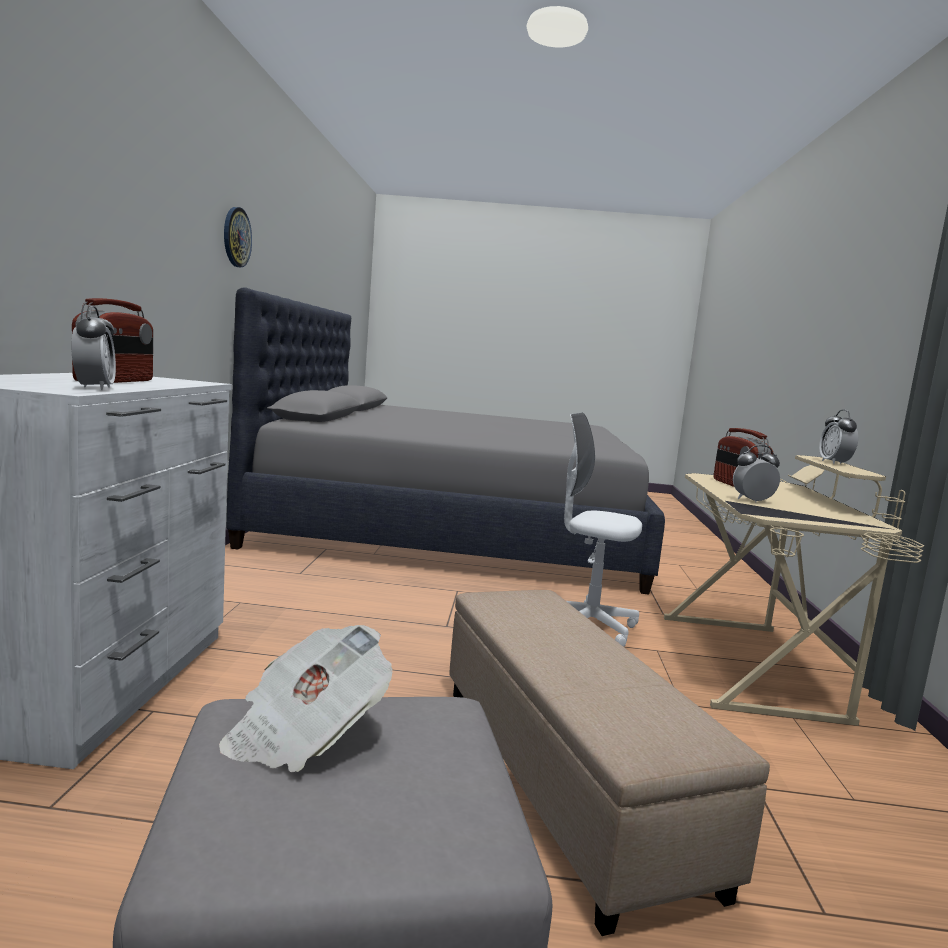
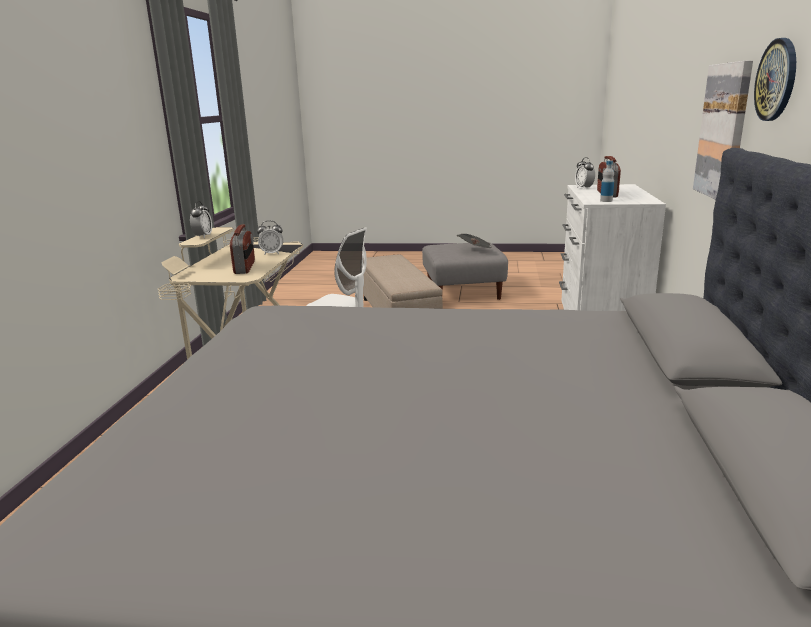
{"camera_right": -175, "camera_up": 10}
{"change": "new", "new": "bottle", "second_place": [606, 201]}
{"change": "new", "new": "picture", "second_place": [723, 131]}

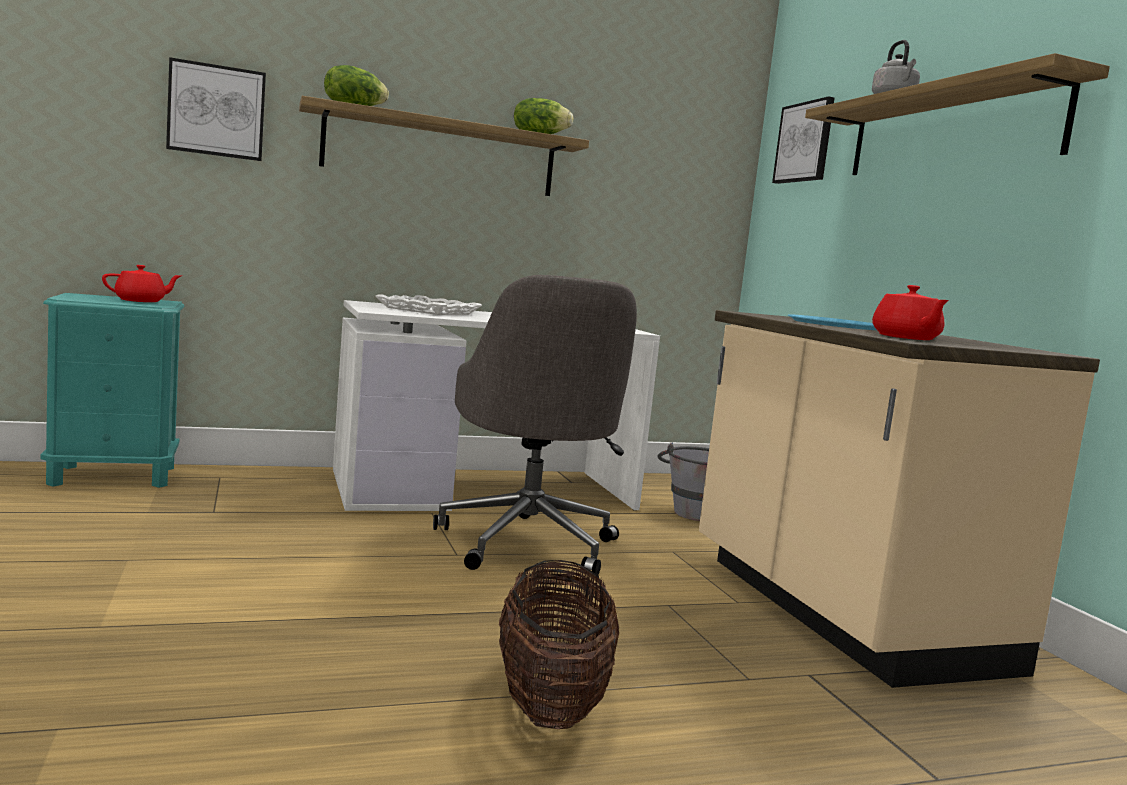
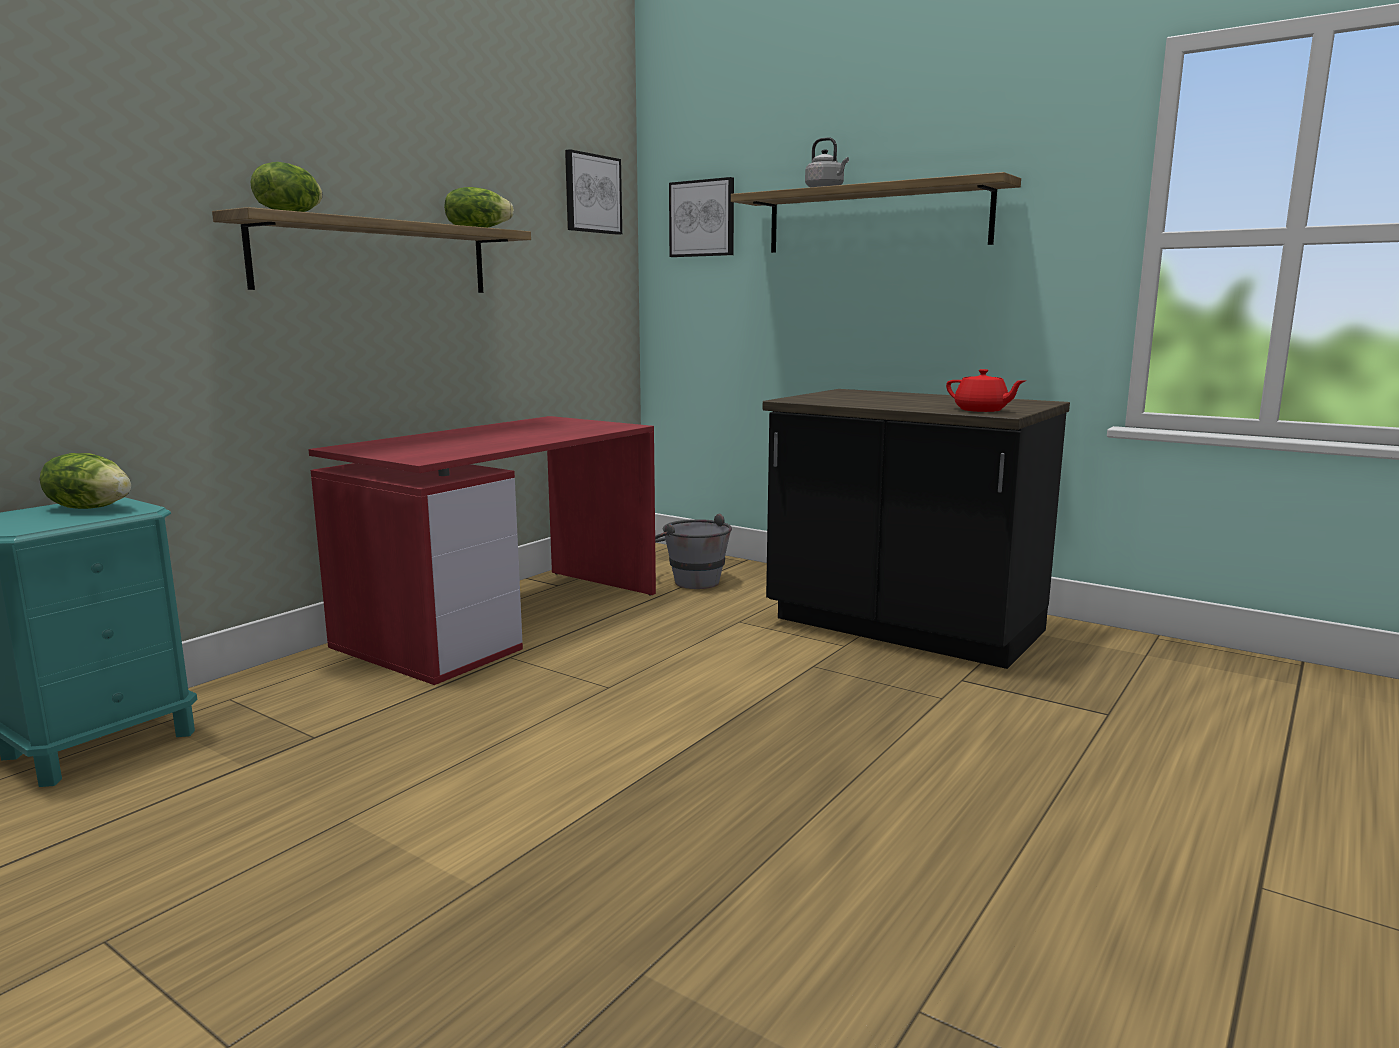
{"camera_right": -35, "camera_up": 5}
{"change": "swapped", "old": "red teapot", "new": "lettuce", "first_place": [141, 301], "second_place": [91, 508]}
{"change": "repainted", "old": "white desk", "new": "red desk", "first_place": [484, 489], "second_place": [505, 618]}
{"change": "shifted", "old": "picture", "first_place": [216, 111], "second_place": [592, 194]}
{"change": "repainted", "old": "beige counter", "new": "black counter", "first_place": [839, 612], "second_place": [903, 628]}
{"change": "gone", "old": "white tray", "first_place": [429, 311]}
{"change": "gone", "old": "grey office chair", "first_place": [528, 545]}
{"change": "gone", "old": "basket", "first_place": [551, 702]}
{"change": "gone", "old": "blue plate", "first_place": [836, 325]}

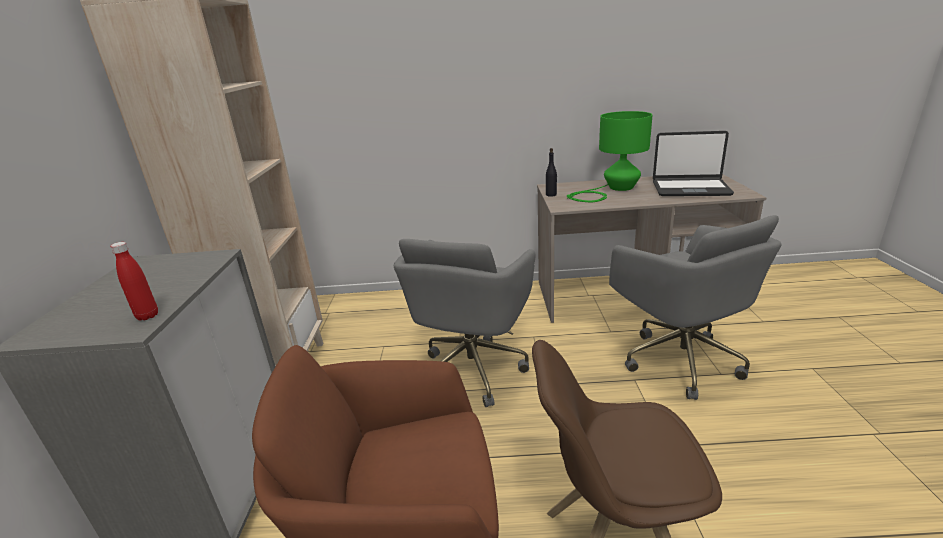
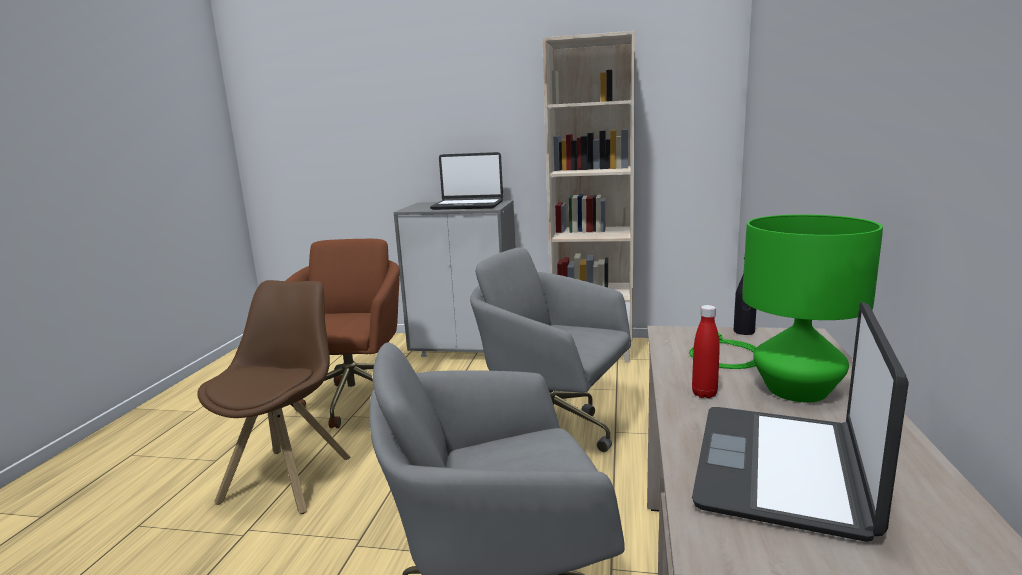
{"camera_right": 100, "camera_up": -10}
{"change": "new", "new": "laptop", "second_place": [467, 205]}
{"change": "shifted", "old": "red bottle", "first_place": [147, 316], "second_place": [704, 394]}

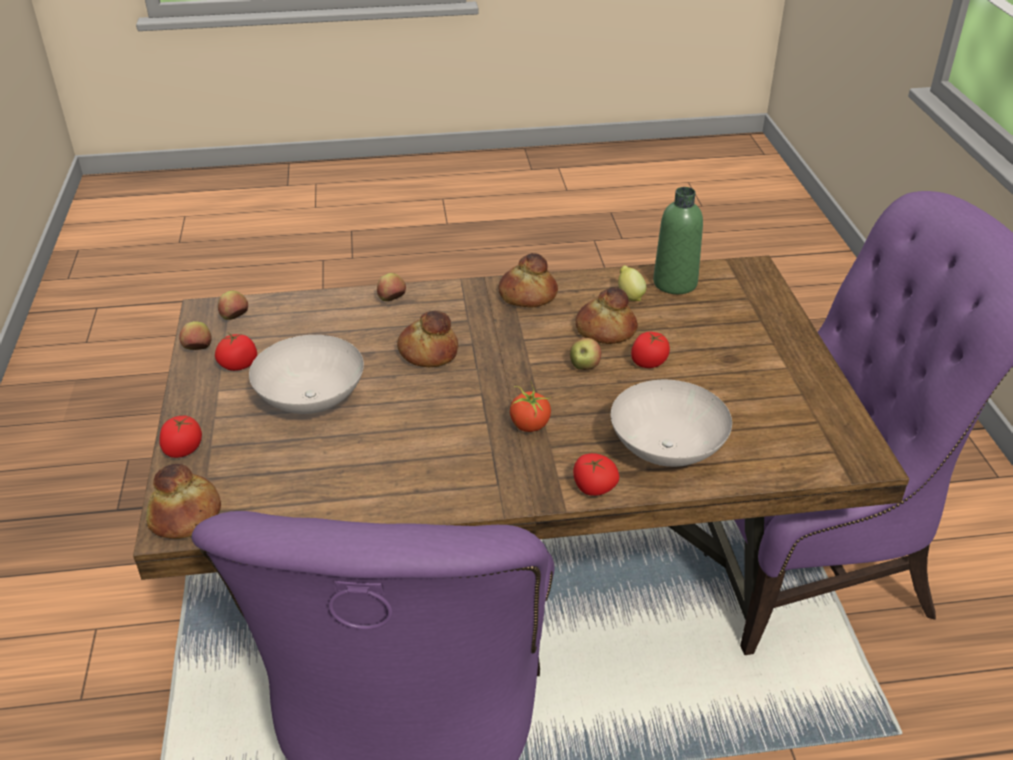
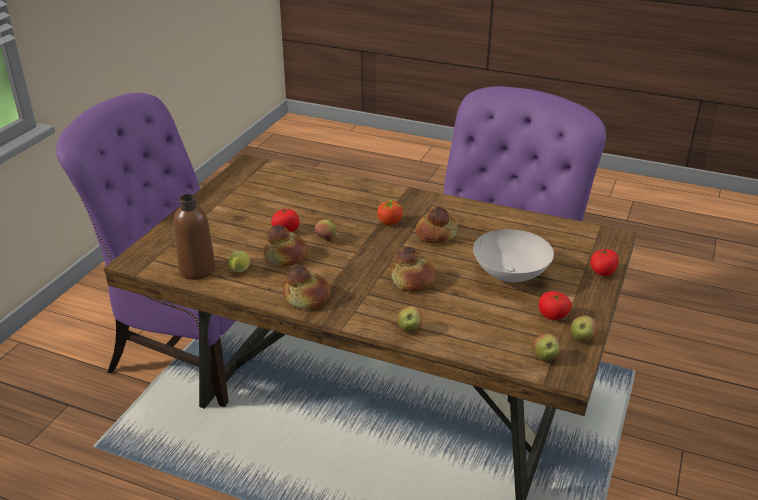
{"camera_right": -150, "camera_up": -5}
{"change": "repainted", "old": "green bottle", "new": "brown bottle", "first_place": [675, 283], "second_place": [197, 270]}
{"change": "shifted", "old": "bread", "first_place": [187, 516], "second_place": [435, 234]}
{"change": "gone", "old": "tomato", "first_place": [593, 488]}
{"change": "gone", "old": "white bowl", "first_place": [669, 451]}

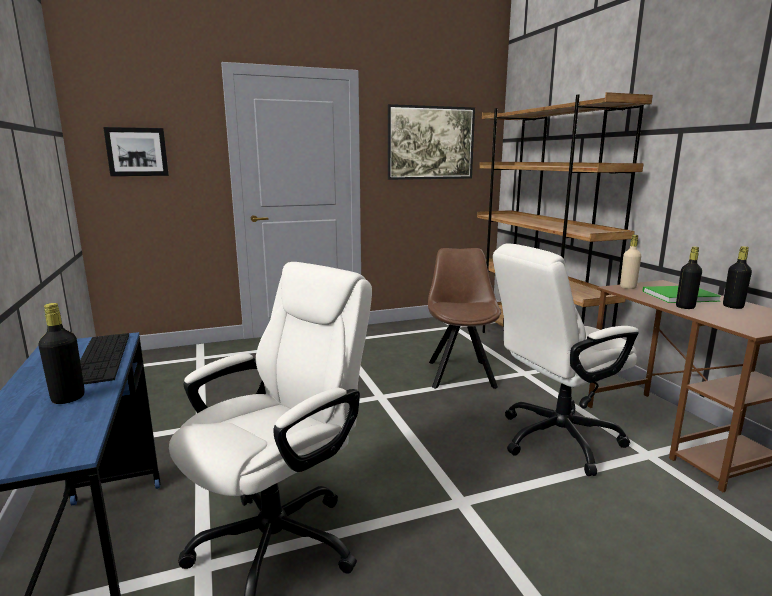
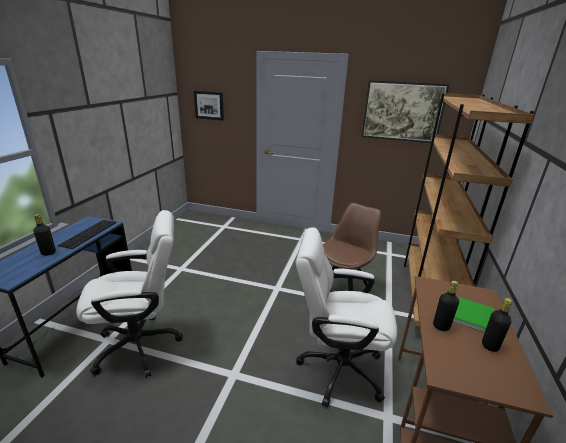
{"camera_right": 35, "camera_up": 10}
{"change": "gone", "old": "beige bottle", "first_place": [628, 287]}

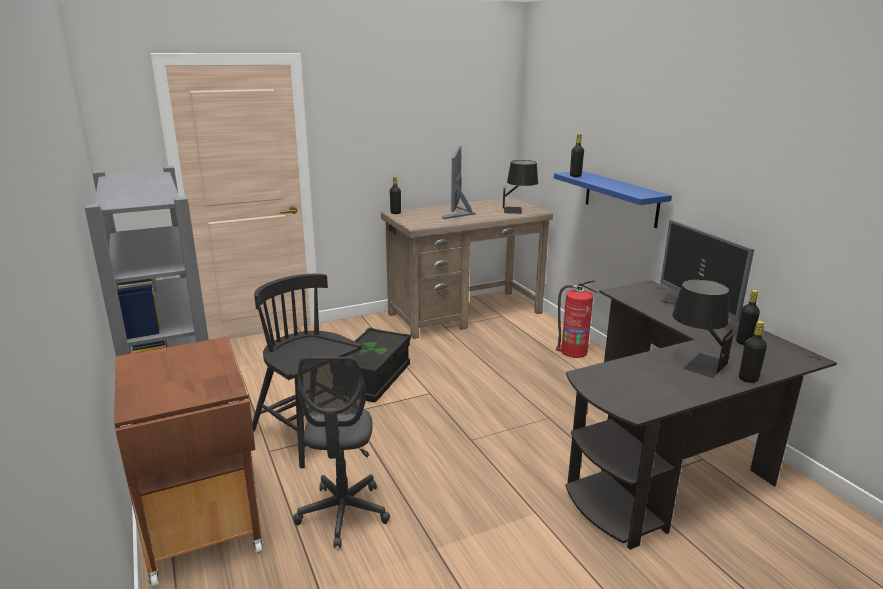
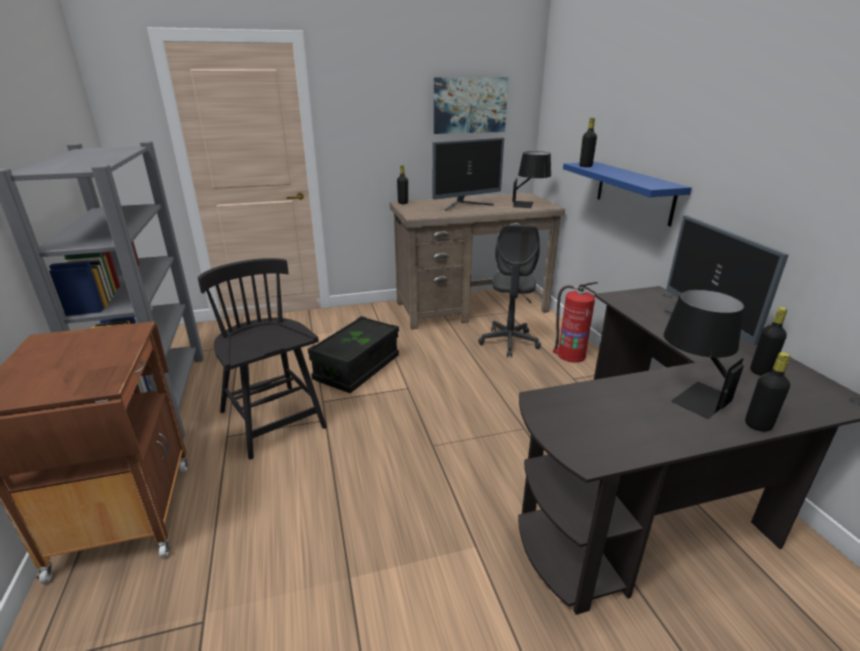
{"camera_right": 10, "camera_up": 5}
{"change": "rotated", "old": "monitor", "first_place": [458, 213], "second_place": [465, 205], "degrees": -135}
{"change": "new", "new": "picture", "second_place": [469, 105]}
{"change": "shifted", "old": "grey office chair", "first_place": [343, 513], "second_place": [509, 342]}

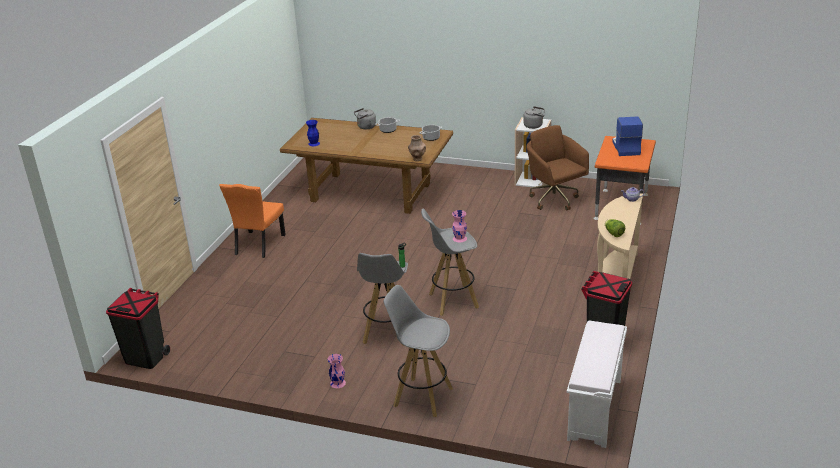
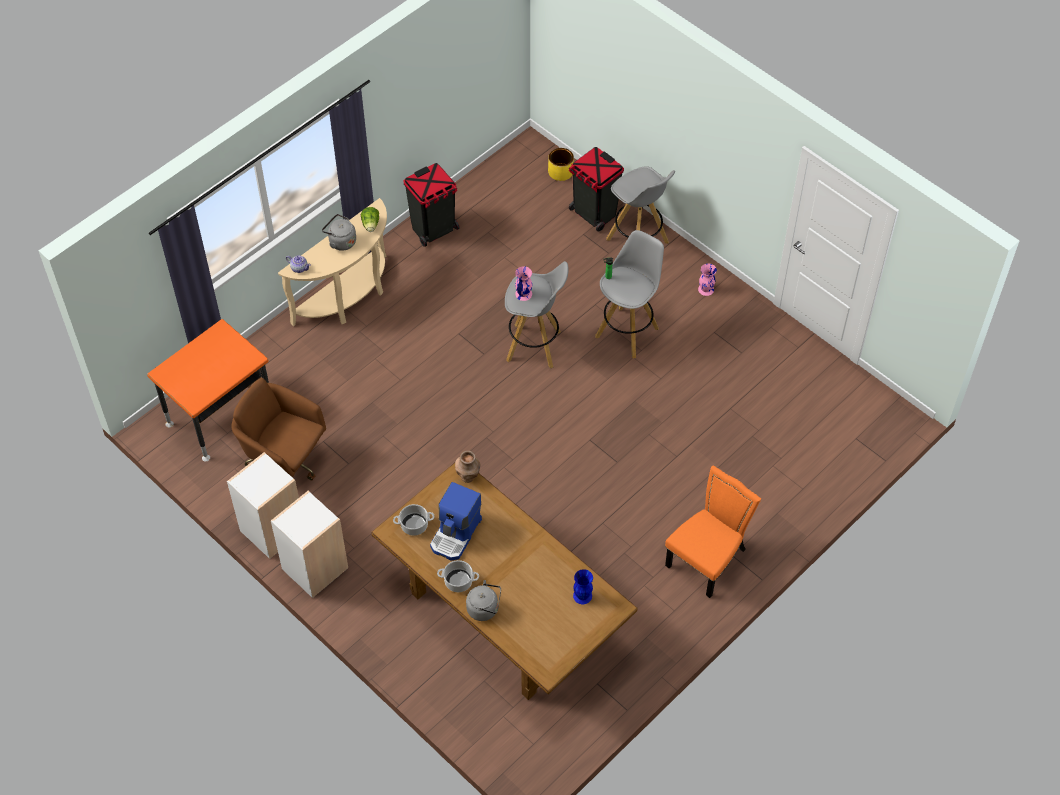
{"camera_right": -155, "camera_up": 25}
{"change": "rotated", "old": "brown office chair", "first_place": [555, 201], "second_place": [286, 466], "degrees": 120}
{"change": "new", "new": "bookcase", "second_place": [314, 568]}
{"change": "shifted", "old": "grey kettle", "first_place": [534, 125], "second_place": [341, 241]}
{"change": "shifted", "old": "coffee machine", "first_place": [625, 148], "second_place": [456, 534]}
{"change": "new", "new": "yellow planter", "second_place": [561, 172]}
{"change": "shifted", "old": "black trash can", "first_place": [146, 357], "second_place": [594, 214]}
{"change": "gone", "old": "white bench", "first_place": [595, 410]}

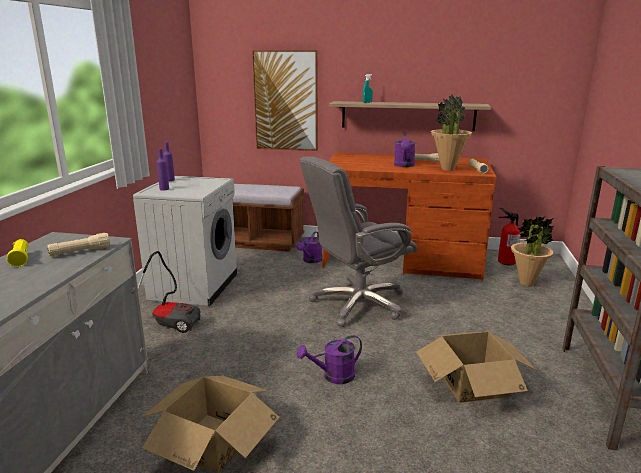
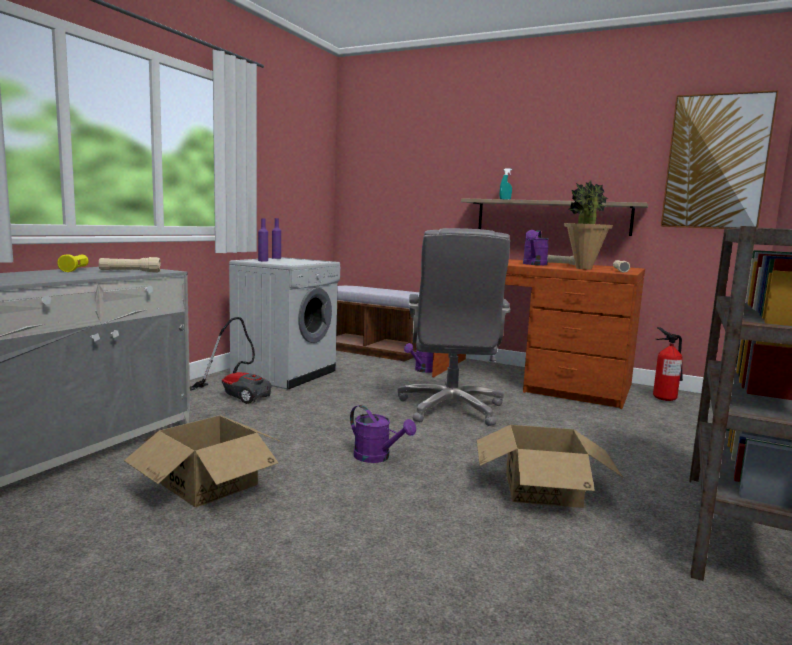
{"camera_right": 15, "camera_up": -10}
{"change": "rotated", "old": "purple watering can", "first_place": [333, 376], "second_place": [377, 457], "degrees": -135}
{"change": "rotated", "old": "grey office chair", "first_place": [358, 304], "second_place": [450, 408], "degrees": -75}
{"change": "shifted", "old": "picture", "first_place": [286, 101], "second_place": [716, 162]}
{"change": "gone", "old": "potted plant", "first_place": [526, 283]}

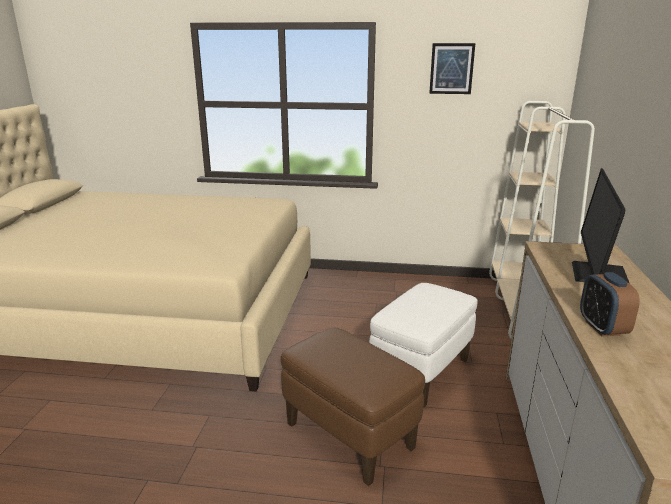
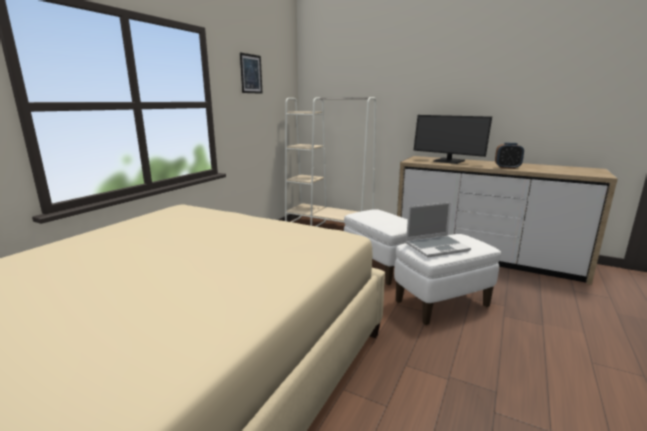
{"camera_right": -70, "camera_up": -5}
{"change": "repainted", "old": "brown ottoman", "new": "white ottoman", "first_place": [350, 436], "second_place": [442, 303]}
{"change": "new", "new": "laptop", "second_place": [437, 247]}

